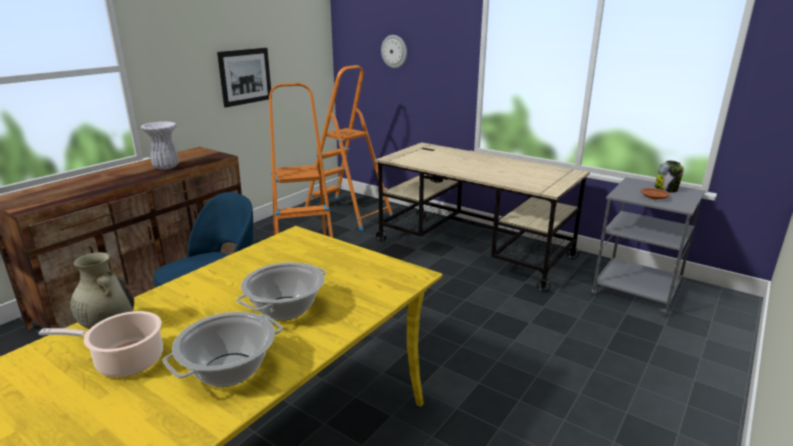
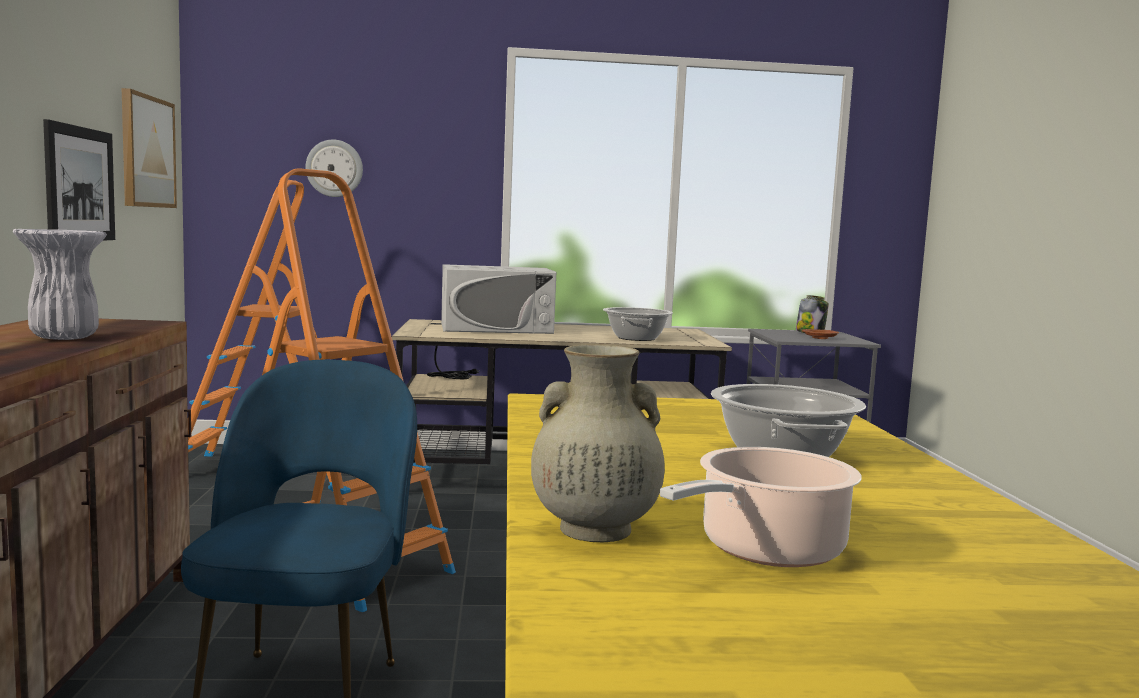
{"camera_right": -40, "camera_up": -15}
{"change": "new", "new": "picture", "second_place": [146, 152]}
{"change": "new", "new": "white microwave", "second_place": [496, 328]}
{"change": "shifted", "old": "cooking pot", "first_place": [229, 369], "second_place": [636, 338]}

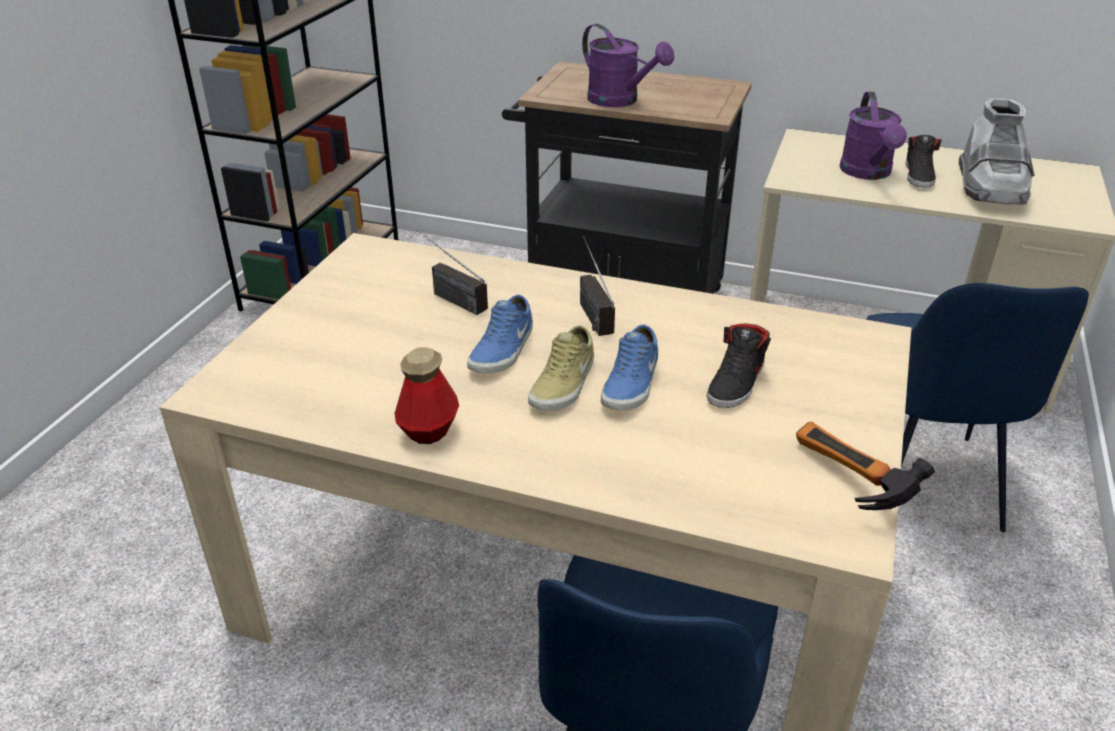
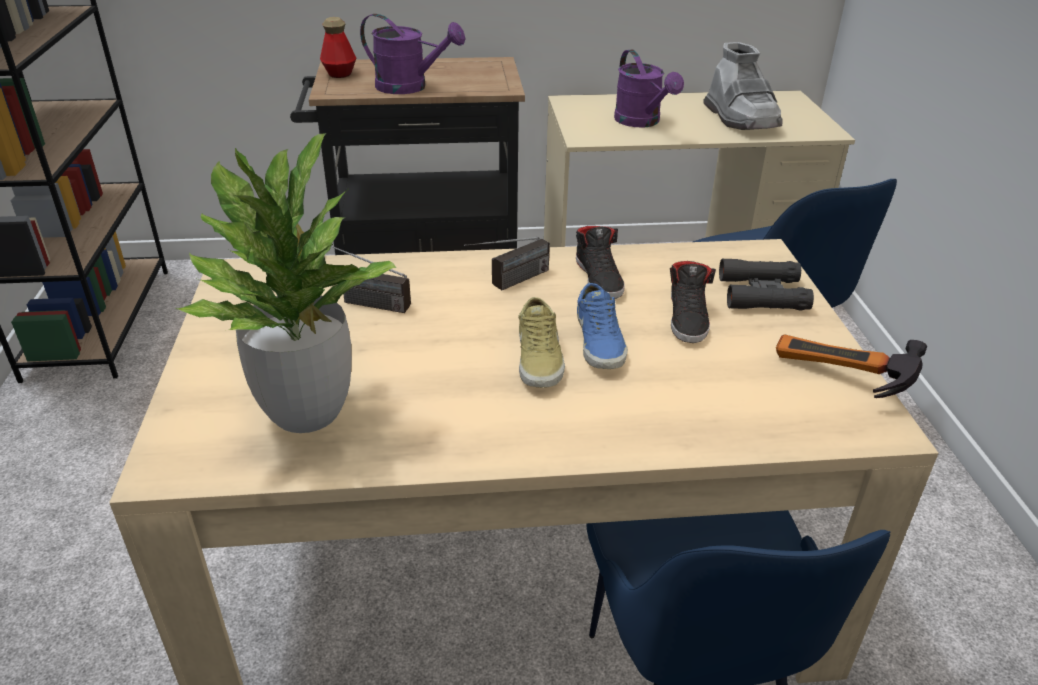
{"camera_right": -25, "camera_up": 0}
{"change": "new", "new": "potted plant", "second_place": [307, 411]}
{"change": "shifted", "old": "bottle", "first_place": [429, 430], "second_place": [340, 74]}
{"change": "rotated", "old": "radio", "first_place": [589, 309], "second_place": [509, 283], "degrees": -90}
{"change": "shifted", "old": "black shoe", "first_place": [918, 175], "second_place": [599, 278]}
{"change": "new", "new": "black binoculars", "second_place": [762, 294]}
{"change": "gone", "old": "blue shoe", "first_place": [503, 350]}

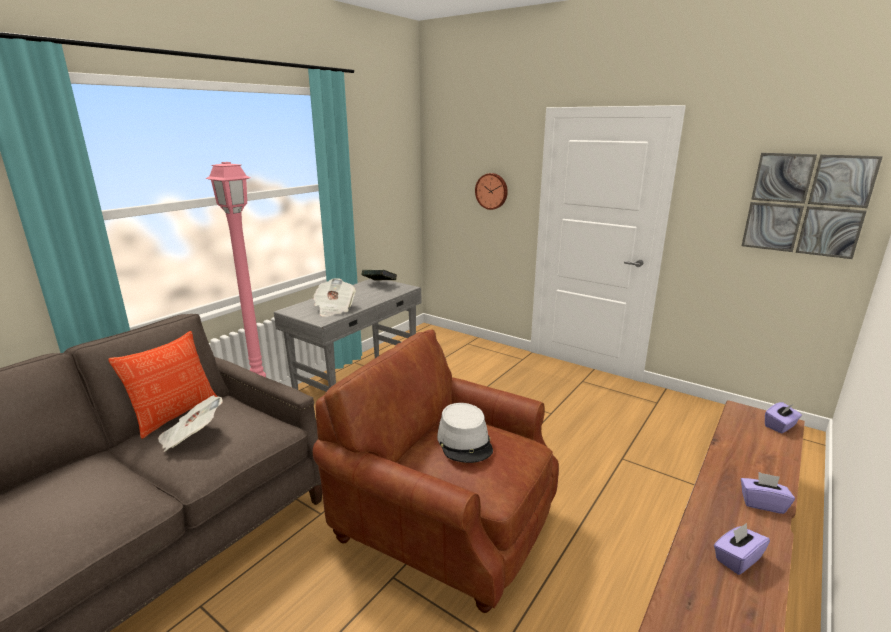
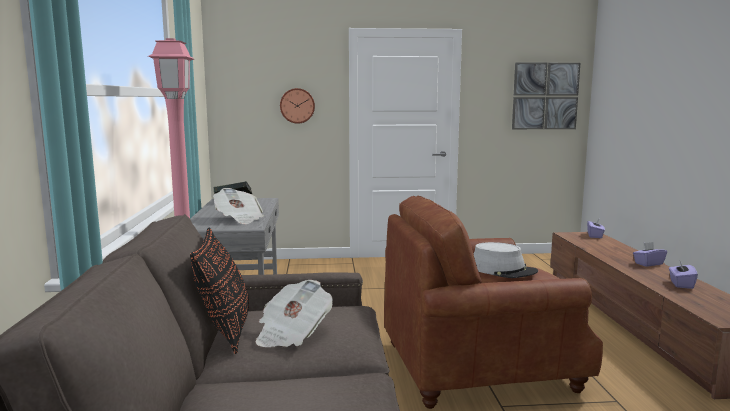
{"camera_right": -40, "camera_up": -10}
{"change": "repainted", "old": "orange pillow", "new": "black pillow", "first_place": [176, 415], "second_place": [225, 331]}

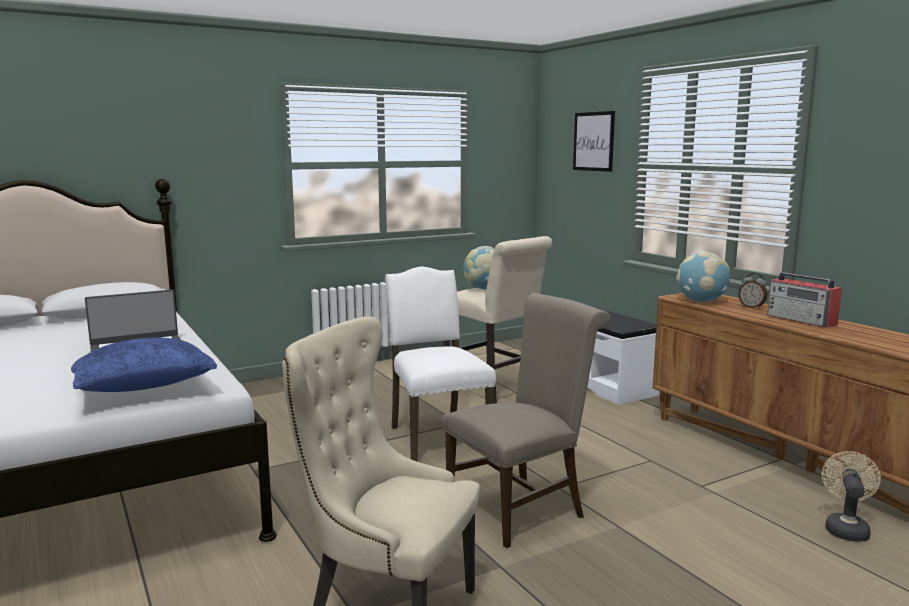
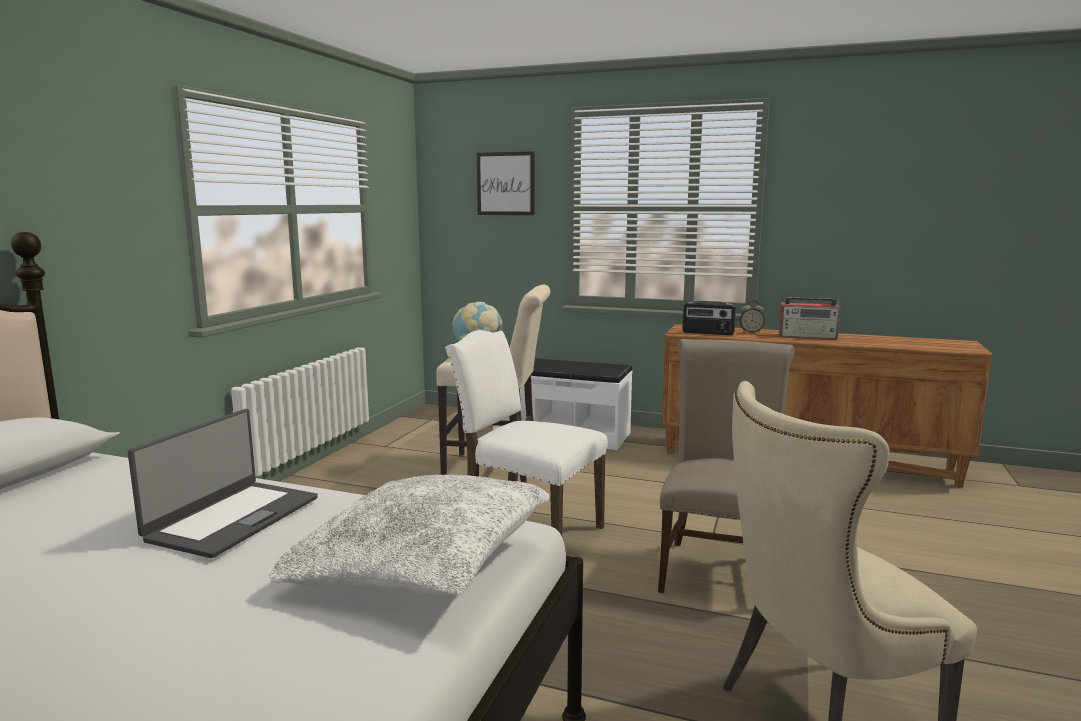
{"camera_right": -40, "camera_up": 0}
{"change": "repainted", "old": "blue pillow", "new": "white pillow", "first_place": [143, 387], "second_place": [420, 566]}
{"change": "swapped", "old": "globe", "new": "radio", "first_place": [701, 301], "second_place": [708, 333]}
{"change": "gone", "old": "beige fan", "first_place": [845, 528]}

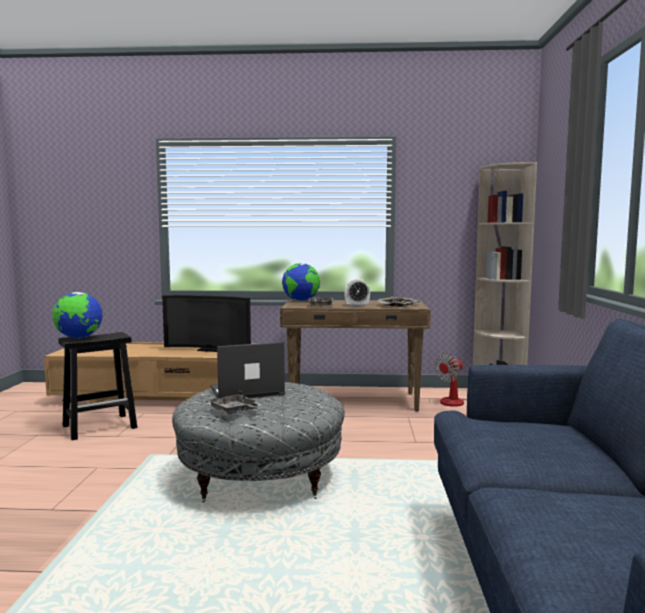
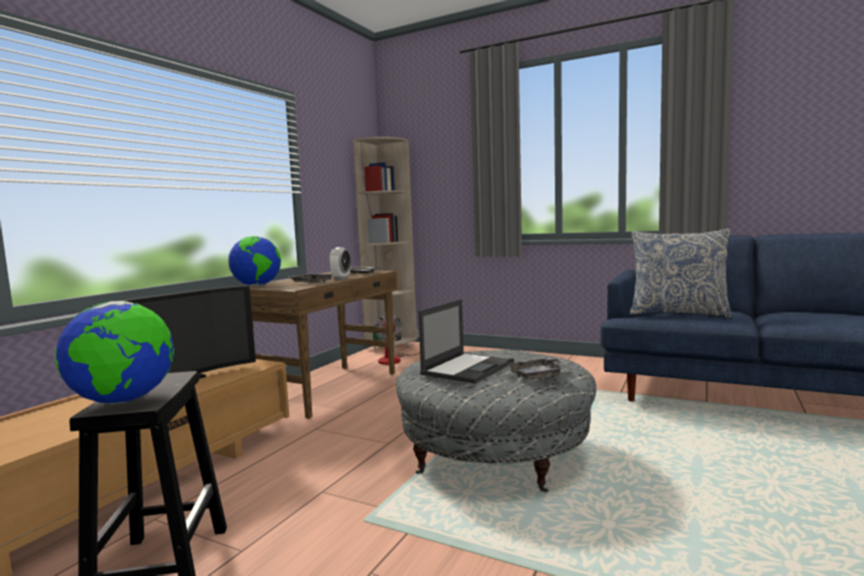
{"camera_right": -65, "camera_up": 0}
{"change": "rotated", "old": "laptop", "first_place": [245, 391], "second_place": [467, 368], "degrees": -150}
{"change": "new", "new": "pillow", "second_place": [678, 314]}

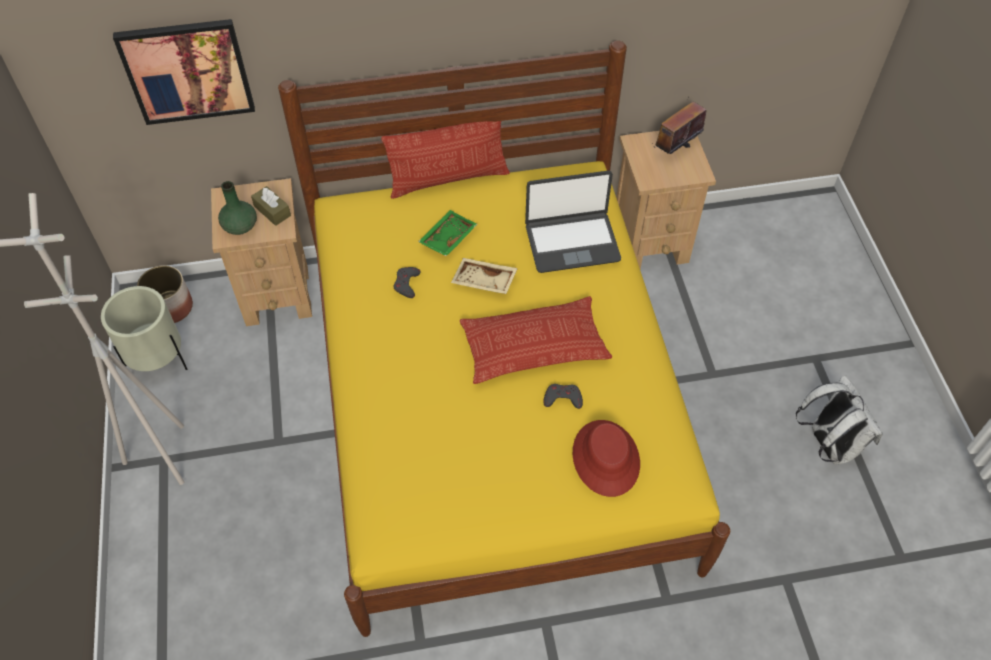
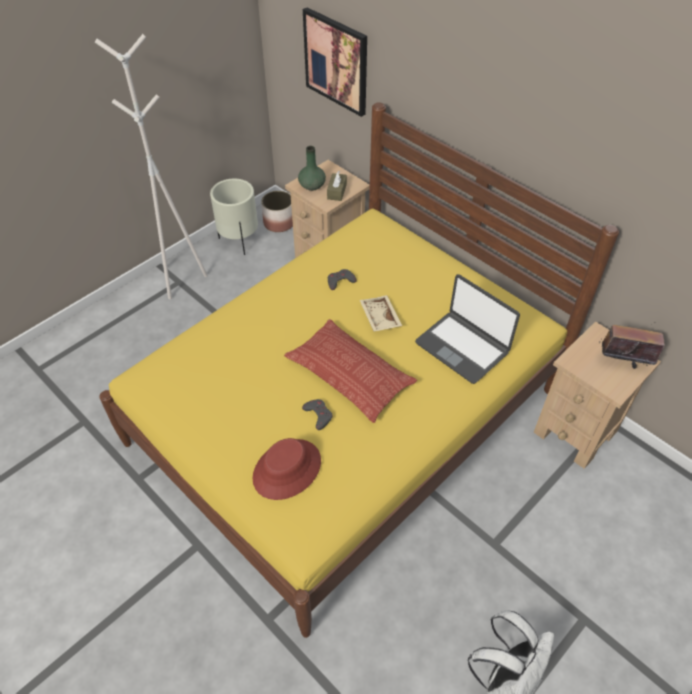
{"camera_right": 55, "camera_up": -5}
{"change": "gone", "old": "pillow", "first_place": [448, 179]}
{"change": "gone", "old": "green tray", "first_place": [447, 238]}

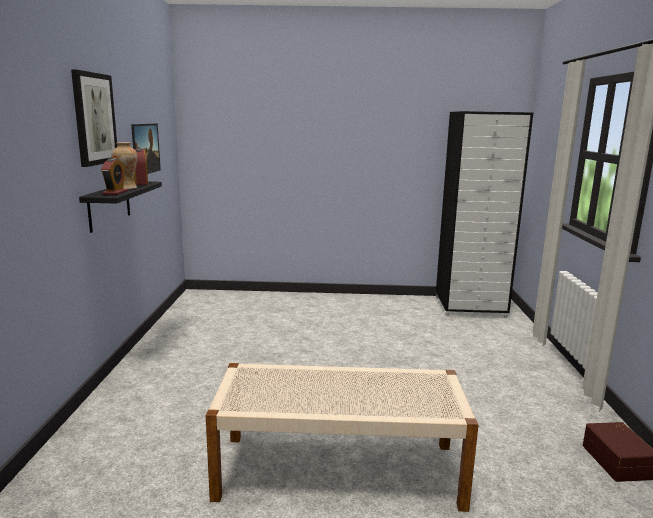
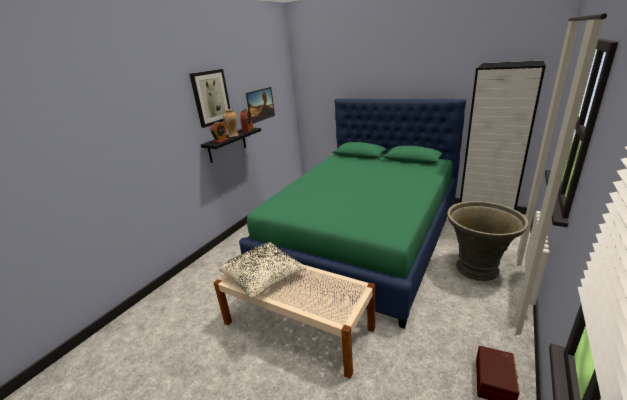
{"camera_right": 30, "camera_up": 10}
{"change": "new", "new": "beige pillow", "second_place": [263, 276]}
{"change": "new", "new": "green bed", "second_place": [363, 237]}
{"change": "new", "new": "grey planter", "second_place": [477, 268]}

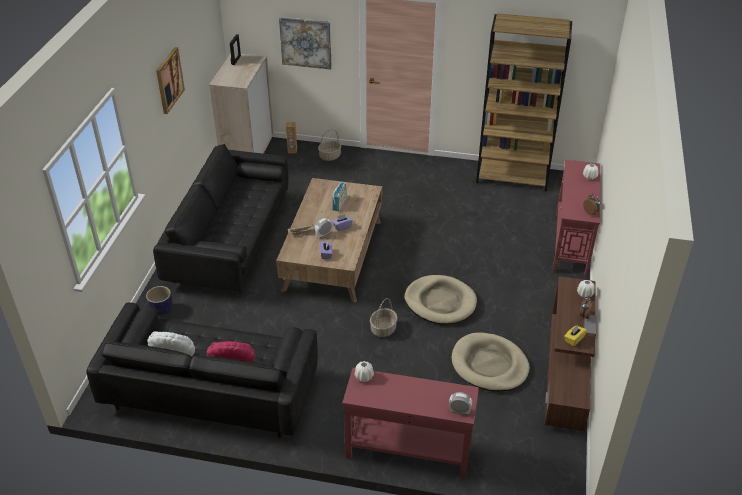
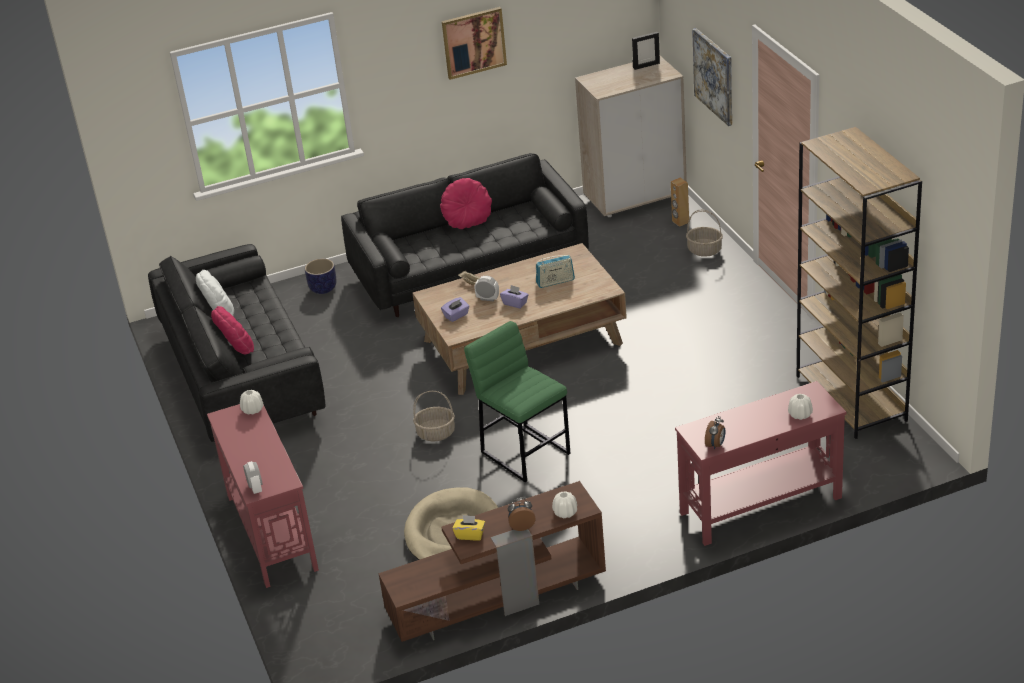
{"camera_right": 60, "camera_up": -5}
{"change": "new", "new": "pink pillow", "second_place": [468, 223]}
{"change": "swapped", "old": "beige dog bed", "new": "green stool", "first_place": [440, 302], "second_place": [524, 452]}

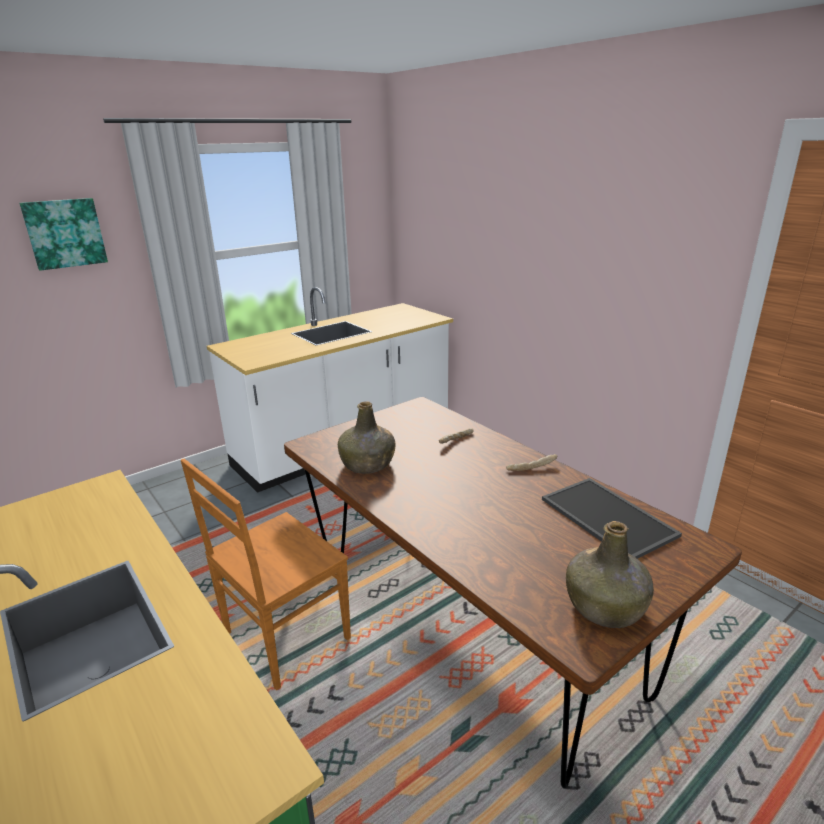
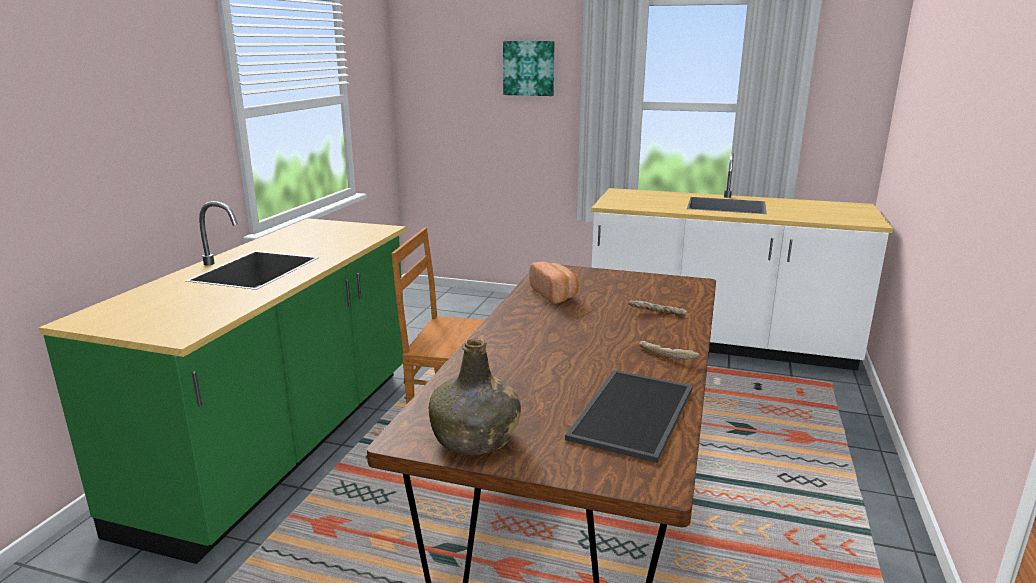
{"camera_right": 55, "camera_up": -5}
{"change": "swapped", "old": "green bottle", "new": "bread", "first_place": [368, 464], "second_place": [555, 295]}

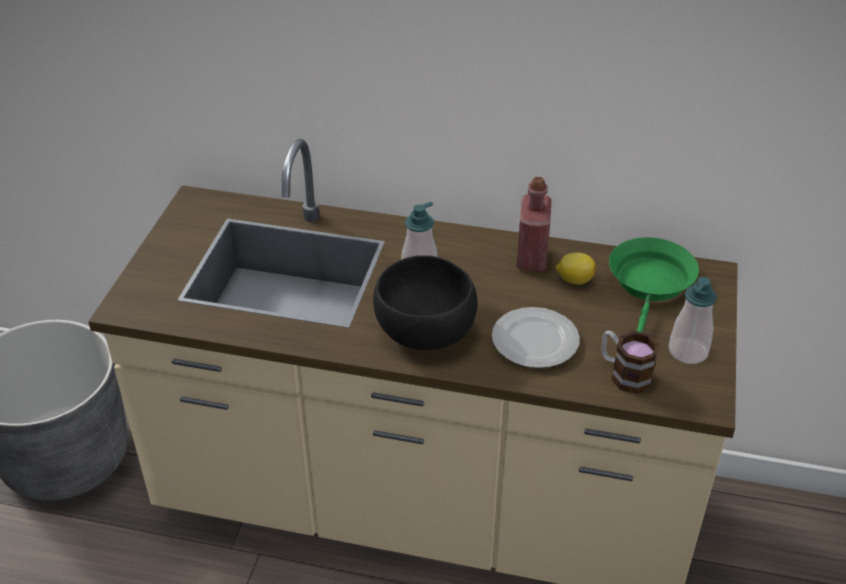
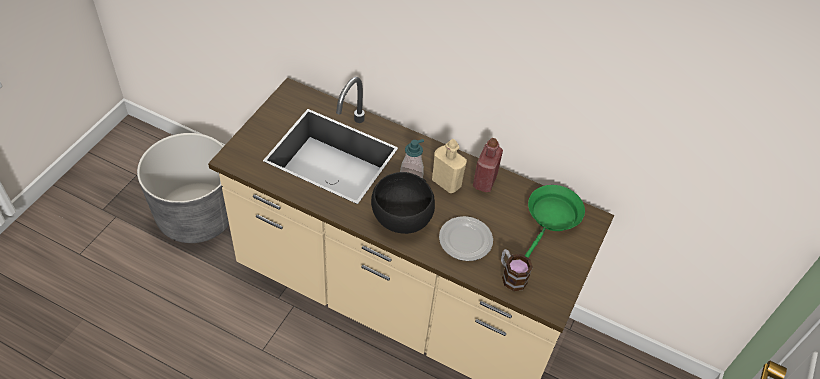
{"camera_right": 10, "camera_up": 10}
{"change": "new", "new": "beige bottle", "second_place": [446, 182]}
{"change": "gone", "old": "lemon", "first_place": [574, 280]}
{"change": "gone", "old": "soap dispenser", "first_place": [688, 351]}

